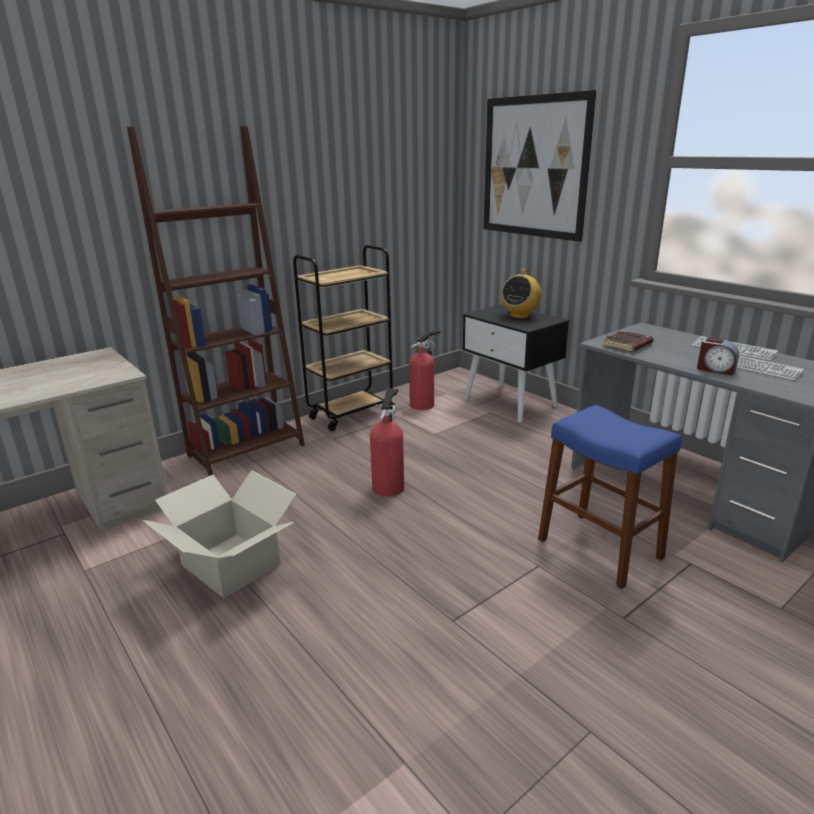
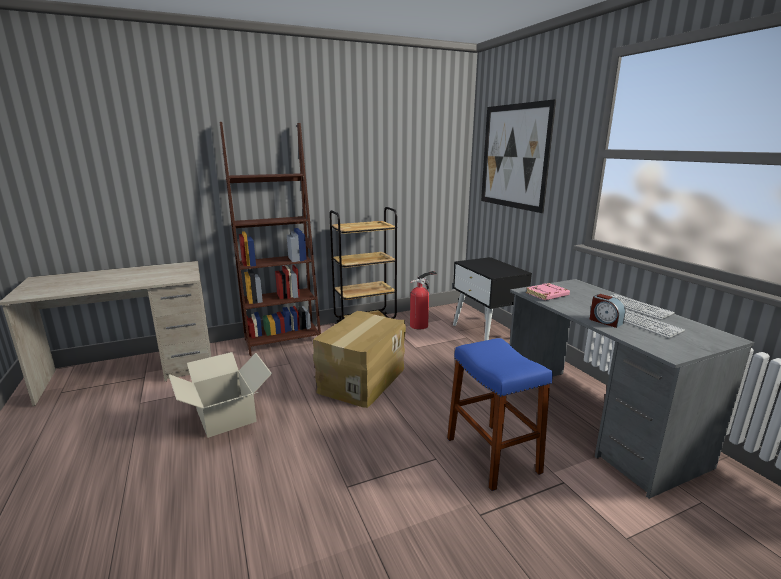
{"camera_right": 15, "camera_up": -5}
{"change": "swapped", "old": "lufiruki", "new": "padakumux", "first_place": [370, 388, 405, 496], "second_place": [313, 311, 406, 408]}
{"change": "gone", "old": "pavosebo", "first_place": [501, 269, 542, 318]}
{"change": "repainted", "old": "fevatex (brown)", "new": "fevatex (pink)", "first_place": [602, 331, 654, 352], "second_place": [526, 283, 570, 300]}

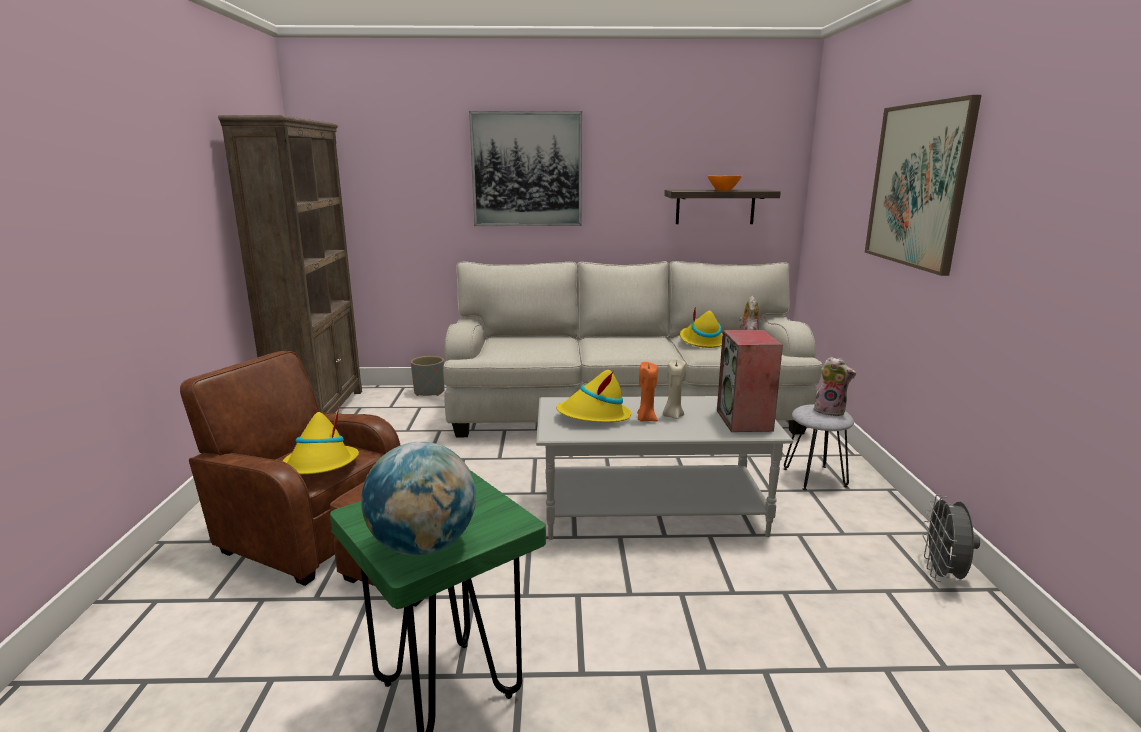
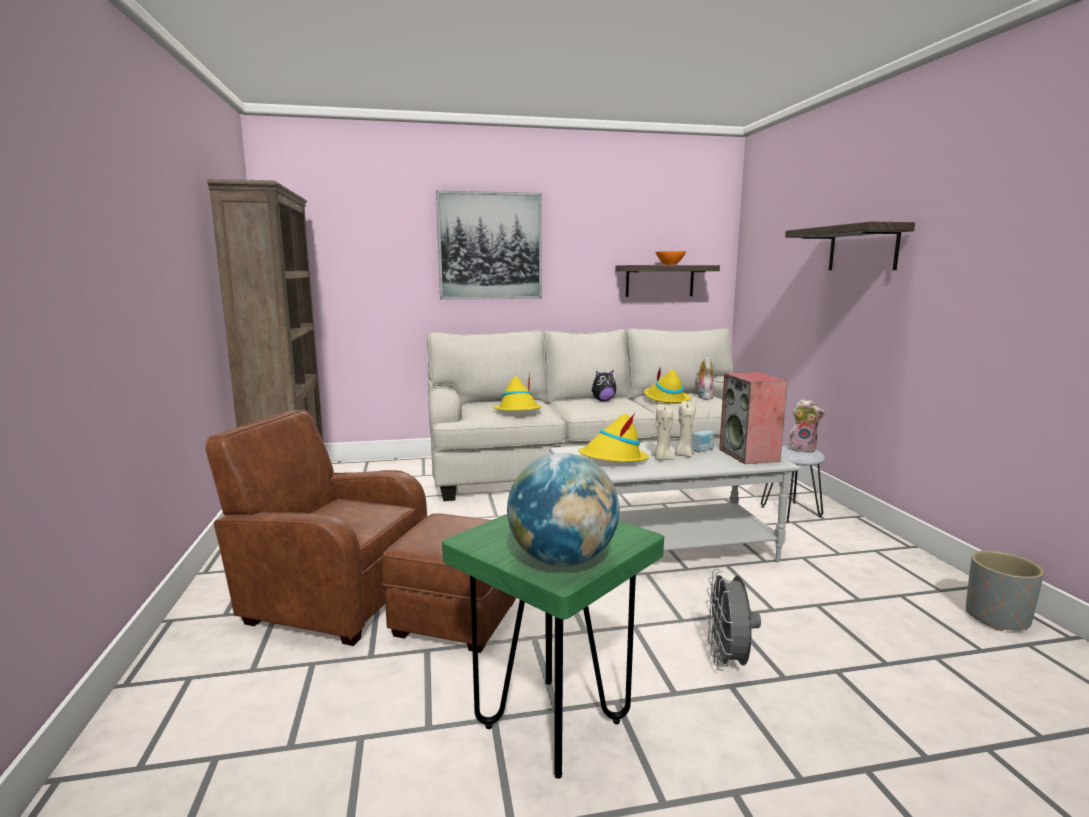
{"camera_right": -10, "camera_up": -5}
{"change": "shifted", "old": "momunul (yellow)", "first_place": [283, 407, 359, 474], "second_place": [493, 372, 542, 411]}
{"change": "shifted", "old": "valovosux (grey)", "first_place": [411, 356, 445, 396], "second_place": [966, 551, 1044, 631]}
{"change": "repainted", "old": "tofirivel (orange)", "new": "tofirivel (beige)", "first_place": [637, 362, 658, 422], "second_place": [651, 404, 675, 461]}
{"change": "swapped", "old": "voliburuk", "new": "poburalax", "first_place": [865, 95, 981, 276], "second_place": [785, 221, 915, 270]}
{"change": "shifted", "old": "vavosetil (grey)", "first_place": [922, 494, 980, 582], "second_place": [706, 569, 761, 671]}
{"change": "new", "new": "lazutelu", "second_place": [591, 370, 616, 401]}
{"change": "new", "new": "pavosebo", "second_place": [692, 411, 715, 452]}

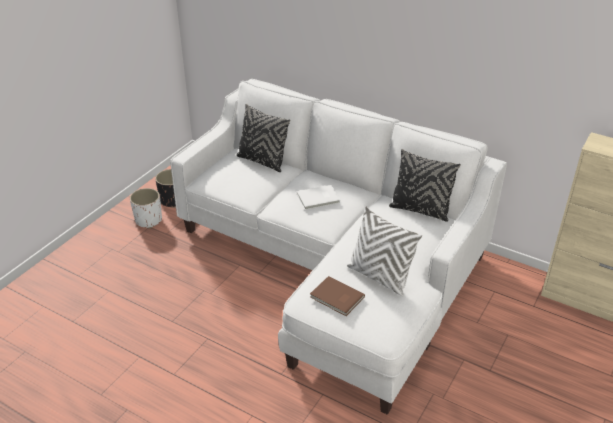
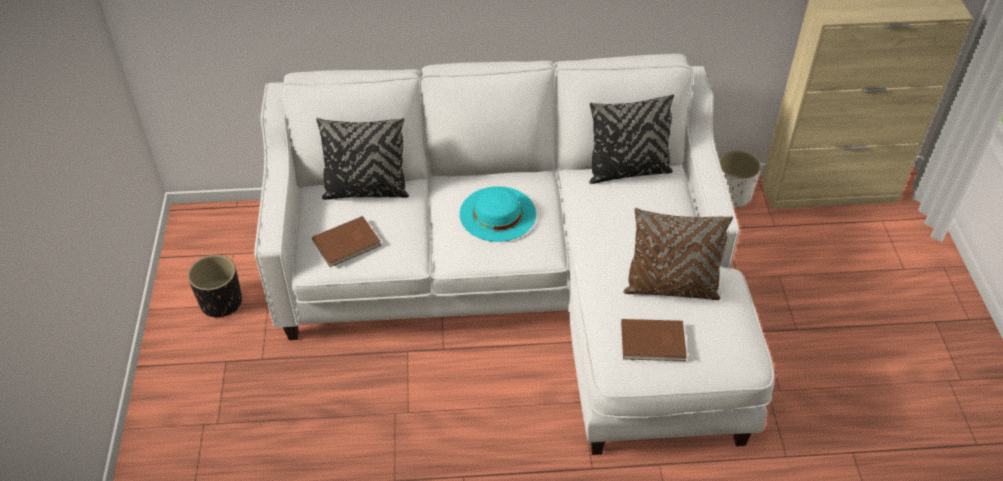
{"camera_right": -35, "camera_up": 10}
{"change": "shifted", "old": "valovosux (white)", "first_place": [130, 188, 162, 228], "second_place": [719, 150, 761, 207]}
{"change": "swapped", "old": "fevatex (white)", "new": "momunul (turquoise)", "first_place": [297, 185, 340, 210], "second_place": [460, 186, 536, 242]}
{"change": "repainted", "old": "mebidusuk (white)", "new": "mebidusuk (brown)", "first_place": [347, 206, 422, 296], "second_place": [623, 208, 733, 300]}
{"change": "new", "new": "fevatex (brown)", "second_place": [312, 216, 381, 267]}

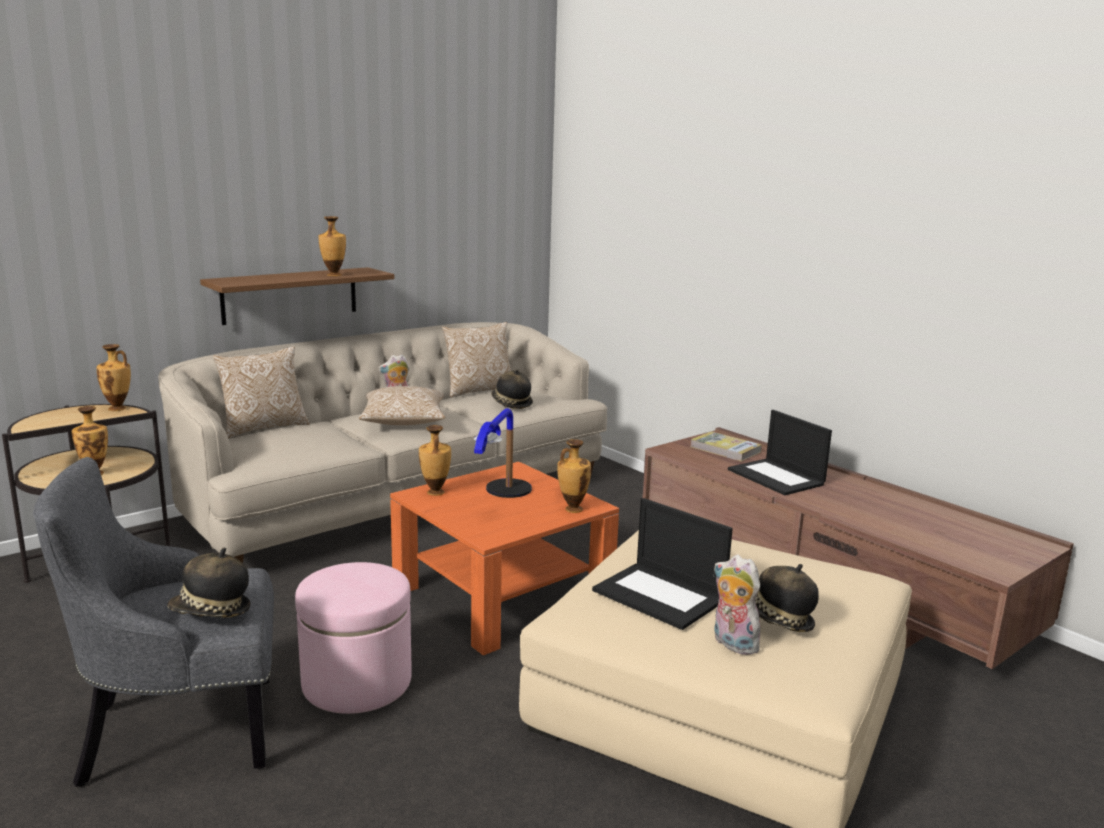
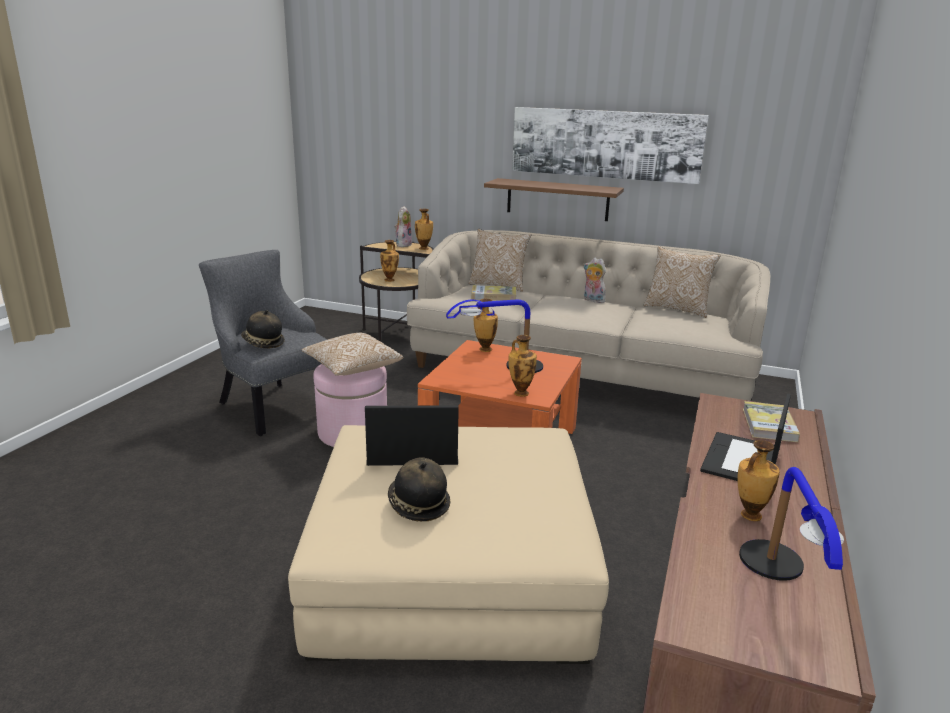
{"camera_right": 60, "camera_up": 5}
{"change": "shifted", "old": "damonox", "first_place": [318, 216, 346, 276], "second_place": [737, 440, 780, 521]}
{"change": "shifted", "old": "mebidusuk", "first_place": [359, 386, 446, 425], "second_place": [301, 333, 403, 376]}
{"change": "gone", "old": "momunul", "first_place": [491, 369, 533, 409]}
{"change": "rotated", "old": "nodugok", "first_place": [592, 498, 733, 630], "second_place": [365, 405, 459, 466], "degrees": 75}
{"change": "shifted", "old": "lazutelu", "first_place": [714, 554, 760, 655], "second_place": [395, 206, 412, 247]}
{"change": "new", "new": "fevatex", "second_place": [471, 285, 516, 300]}
{"change": "new", "new": "voliburuk", "second_place": [512, 107, 709, 184]}
{"change": "new", "new": "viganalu", "second_place": [739, 467, 844, 581]}

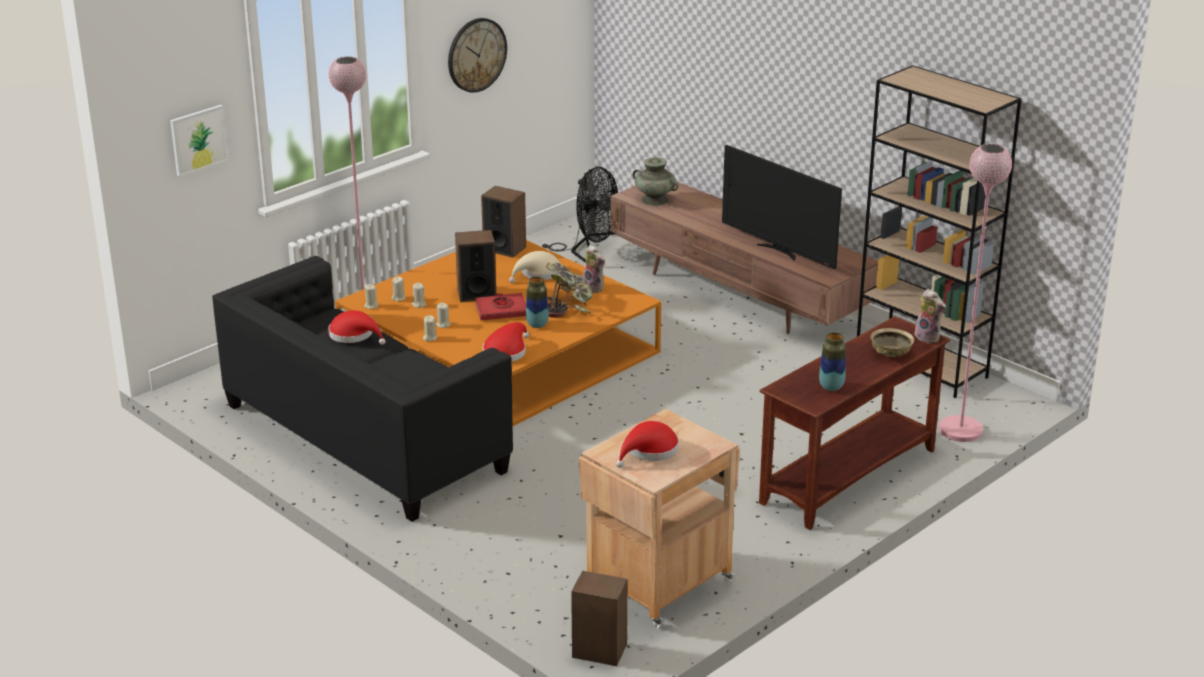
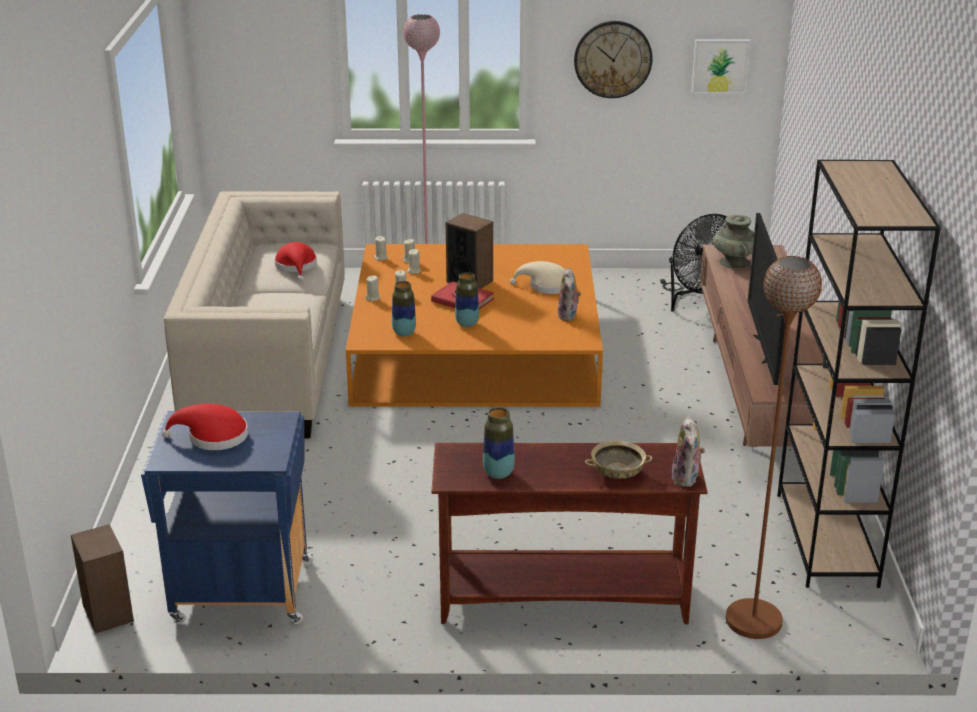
{"camera_right": 45, "camera_up": 0}
{"change": "shifted", "old": "voliburuk", "first_place": [170, 105, 229, 177], "second_place": [692, 40, 751, 94]}
{"change": "repainted", "old": "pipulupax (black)", "new": "pipulupax (beige)", "first_place": [212, 256, 513, 522], "second_place": [164, 191, 345, 438]}
{"change": "gone", "old": "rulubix", "first_place": [481, 186, 526, 258]}
{"change": "swapped", "old": "momunul (red)", "new": "damonox", "first_place": [483, 322, 529, 362], "second_place": [392, 281, 416, 336]}
{"change": "gone", "old": "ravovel", "first_place": [546, 263, 592, 318]}
{"change": "repainted", "old": "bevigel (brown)", "new": "bevigel (blue)", "first_place": [579, 408, 740, 628], "second_place": [141, 411, 313, 624]}
{"change": "repainted", "old": "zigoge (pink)", "new": "zigoge (brown)", "first_place": [939, 144, 1012, 442], "second_place": [726, 256, 822, 639]}

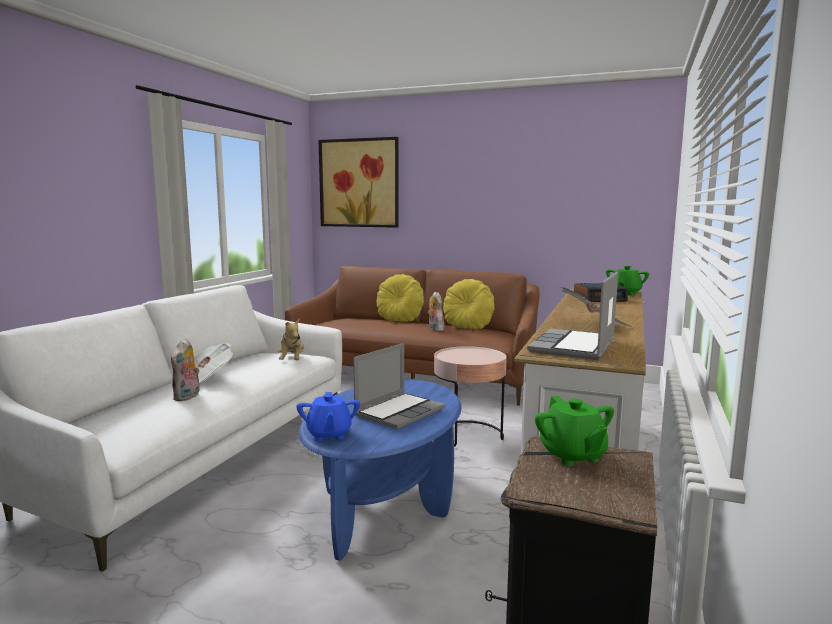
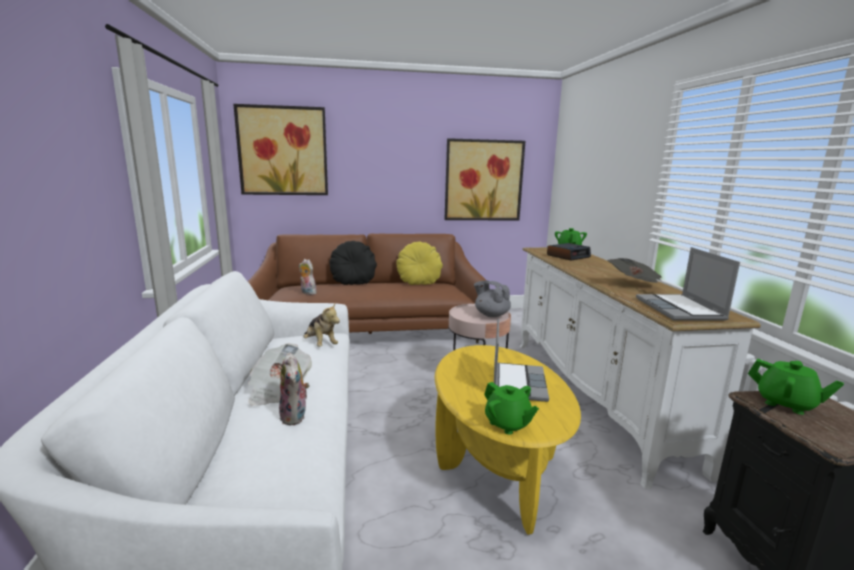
{"camera_right": -30, "camera_up": 5}
{"change": "repainted", "old": "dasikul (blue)", "new": "dasikul (green)", "first_place": [296, 392, 360, 441], "second_place": [484, 382, 539, 435]}
{"change": "repainted", "old": "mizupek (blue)", "new": "mizupek (yellow)", "first_place": [299, 380, 462, 561], "second_place": [435, 345, 581, 535]}
{"change": "repainted", "old": "mebidusuk (yellow)", "new": "mebidusuk (black)", "first_place": [377, 274, 424, 322], "second_place": [329, 241, 377, 285]}
{"change": "shifted", "old": "lazutelu", "first_place": [428, 292, 445, 331], "second_place": [299, 259, 317, 295]}
{"change": "new", "new": "voliburuk", "second_place": [444, 138, 525, 220]}
{"change": "new", "new": "dasikul (grey)", "second_place": [474, 280, 511, 317]}

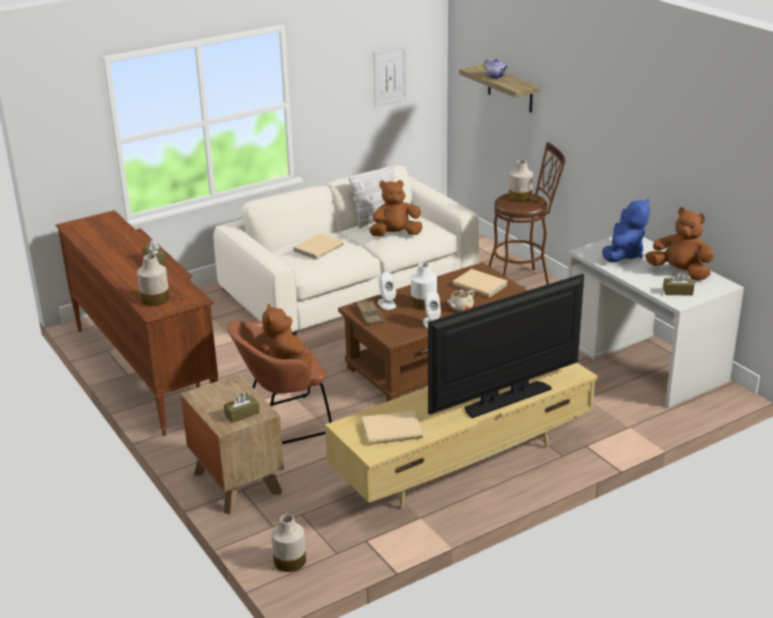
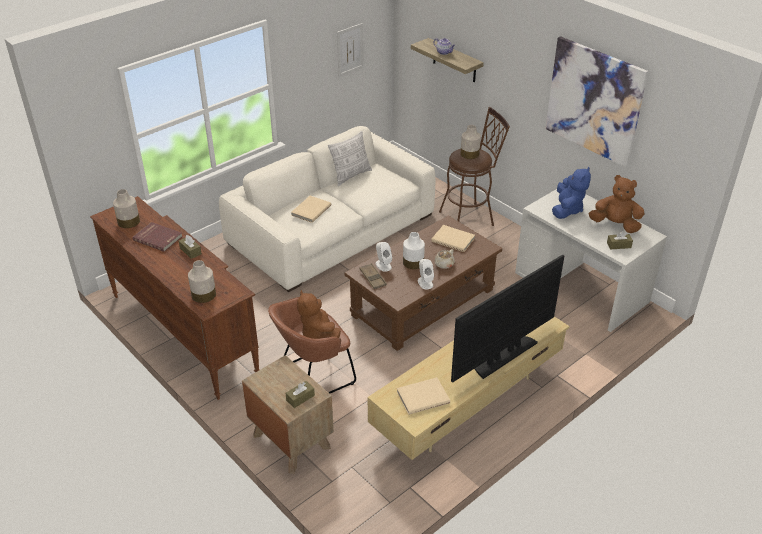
{"camera_right": -10, "camera_up": 10}
{"change": "shifted", "old": "damonox (beige)", "first_place": [271, 514, 306, 572], "second_place": [113, 189, 140, 228]}
{"change": "gone", "old": "lazutelu (brown)", "first_place": [369, 180, 423, 236]}
{"change": "new", "new": "fevatex (red)", "second_place": [132, 222, 183, 252]}
{"change": "new", "new": "voliburuk", "second_place": [545, 36, 648, 167]}

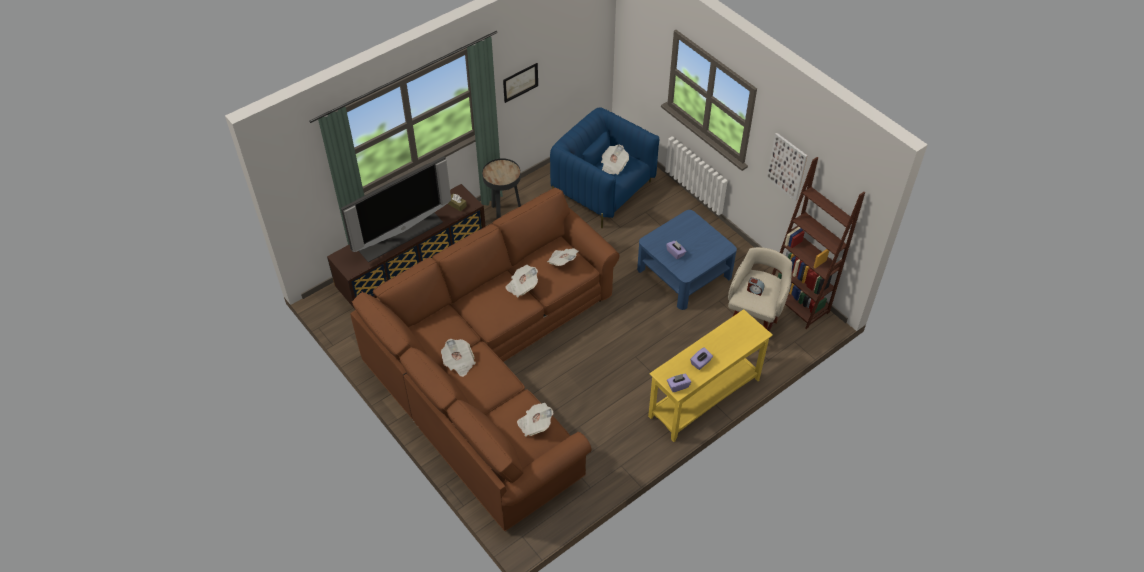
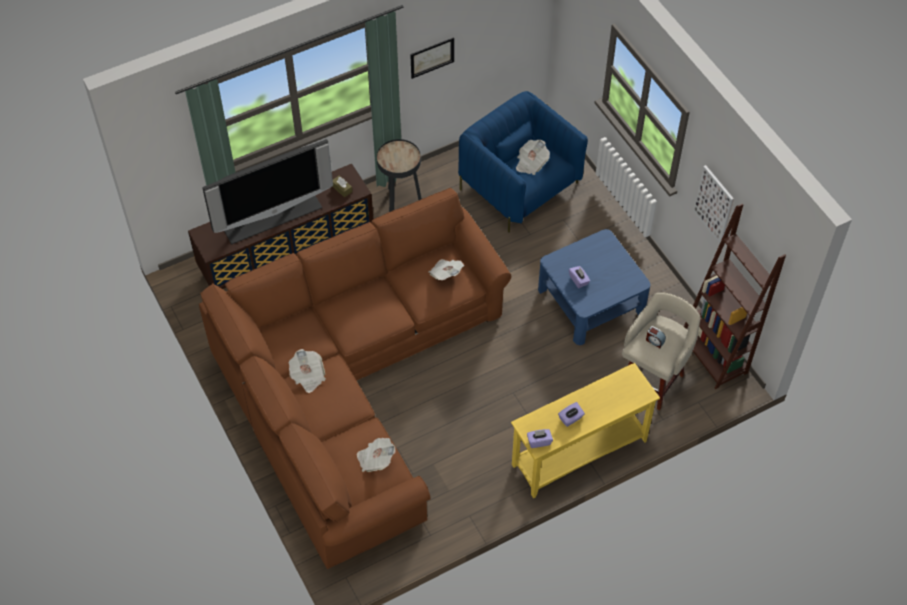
{"camera_right": 10, "camera_up": 5}
{"change": "gone", "old": "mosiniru", "first_place": [506, 265, 538, 297]}

